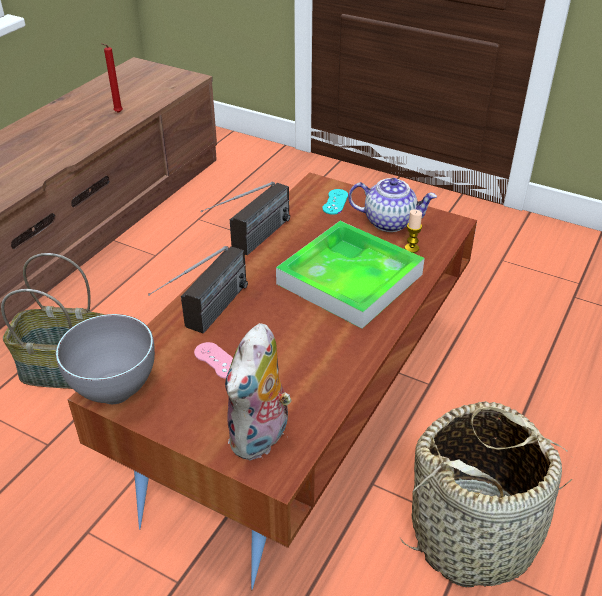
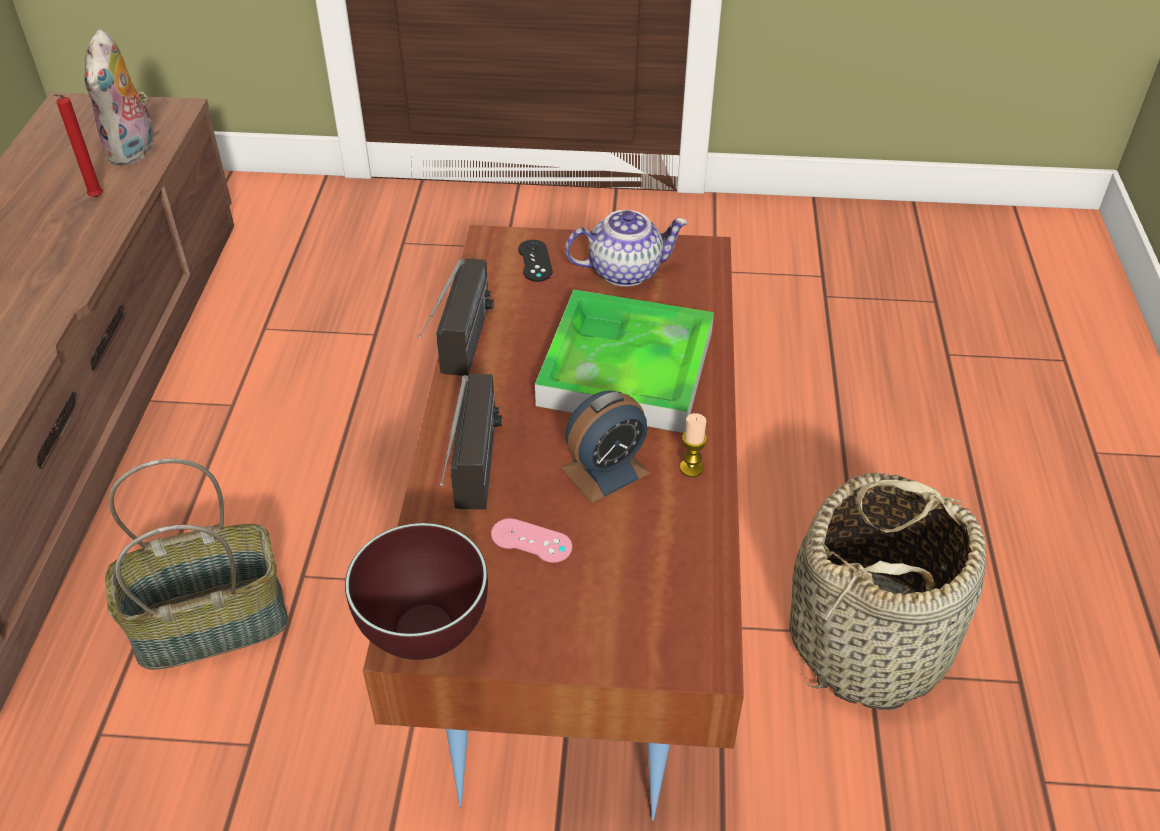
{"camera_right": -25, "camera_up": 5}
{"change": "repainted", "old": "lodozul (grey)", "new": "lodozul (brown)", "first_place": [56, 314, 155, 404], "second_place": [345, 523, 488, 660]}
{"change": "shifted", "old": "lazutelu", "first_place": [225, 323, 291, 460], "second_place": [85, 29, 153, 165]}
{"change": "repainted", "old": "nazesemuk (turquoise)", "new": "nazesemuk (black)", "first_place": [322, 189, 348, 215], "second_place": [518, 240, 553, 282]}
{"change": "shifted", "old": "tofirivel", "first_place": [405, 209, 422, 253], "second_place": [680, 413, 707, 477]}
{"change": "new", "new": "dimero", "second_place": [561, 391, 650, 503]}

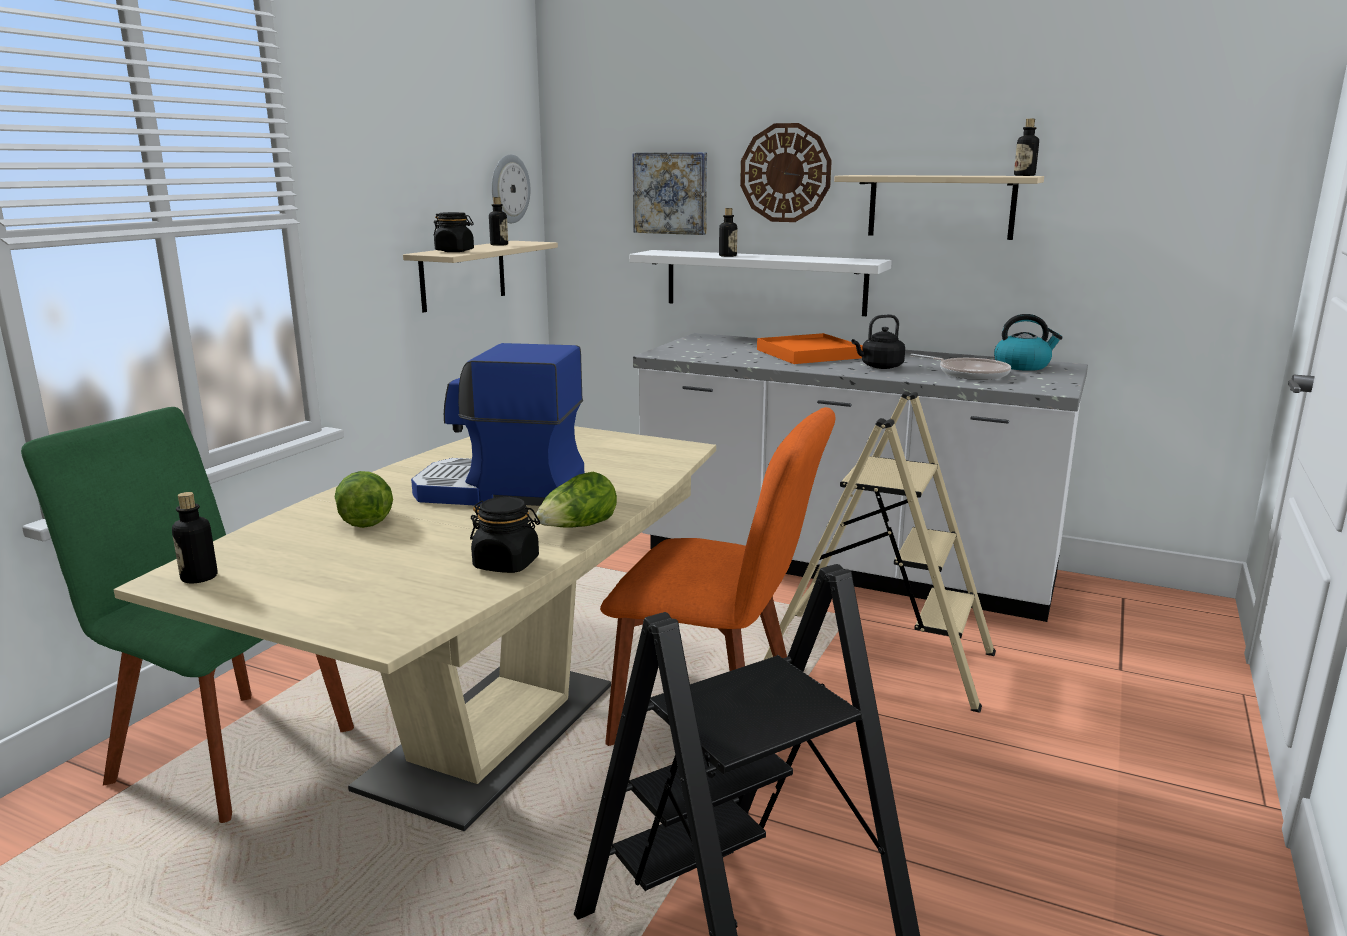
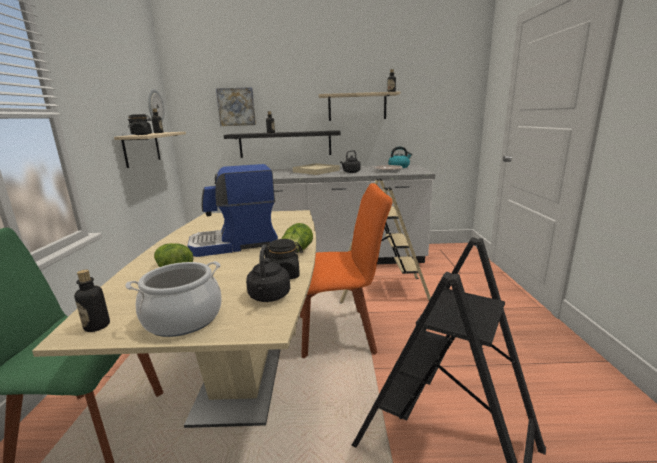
{"camera_right": -25, "camera_up": 0}
{"change": "repainted", "old": "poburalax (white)", "new": "poburalax (black)", "first_place": [629, 250, 892, 316], "second_place": [224, 130, 340, 158]}
{"change": "gone", "old": "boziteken", "first_place": [740, 123, 832, 222]}
{"change": "repainted", "old": "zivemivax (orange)", "new": "zivemivax (beige)", "first_place": [757, 333, 863, 364], "second_place": [293, 163, 340, 175]}
{"change": "new", "new": "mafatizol", "second_place": [125, 261, 222, 337]}
{"change": "new", "new": "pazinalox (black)", "second_place": [246, 245, 290, 302]}

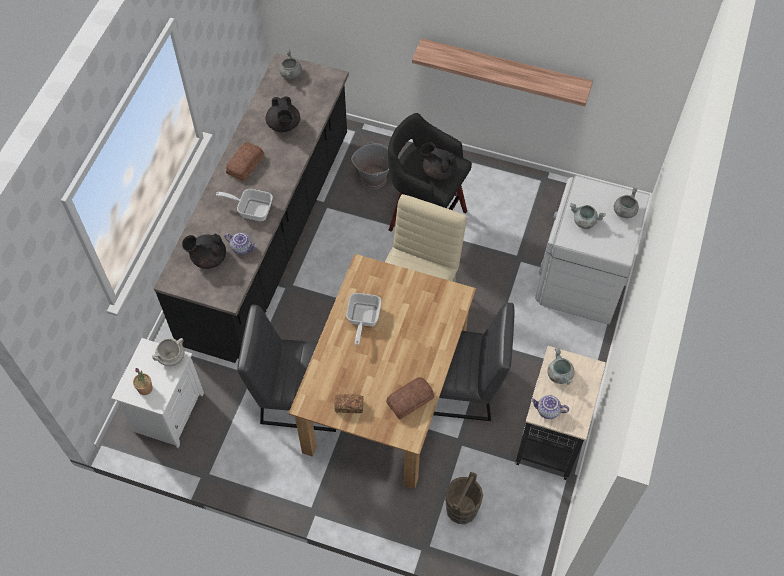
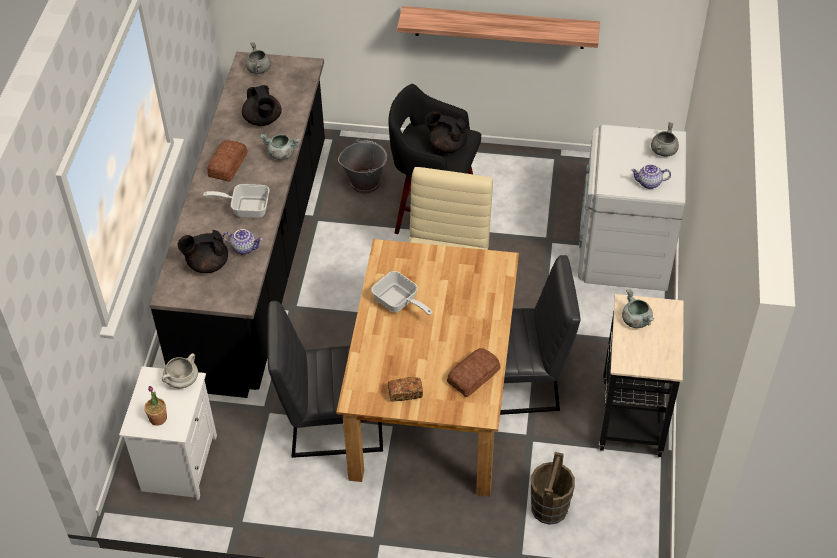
{"camera_right": -10, "camera_up": -10}
{"change": "rotated", "old": "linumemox", "first_place": [346, 293, 381, 345], "second_place": [371, 271, 432, 315], "degrees": -45}
{"change": "shifted", "old": "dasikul", "first_place": [531, 395, 569, 419], "second_place": [631, 164, 671, 189]}
{"change": "shifted", "old": "mafatizol (grey)", "first_place": [570, 203, 606, 229], "second_place": [260, 134, 300, 160]}

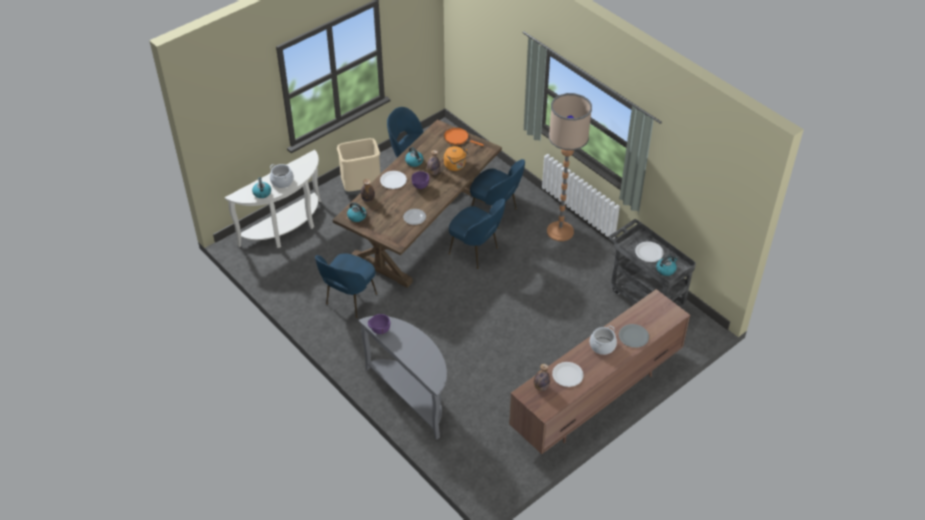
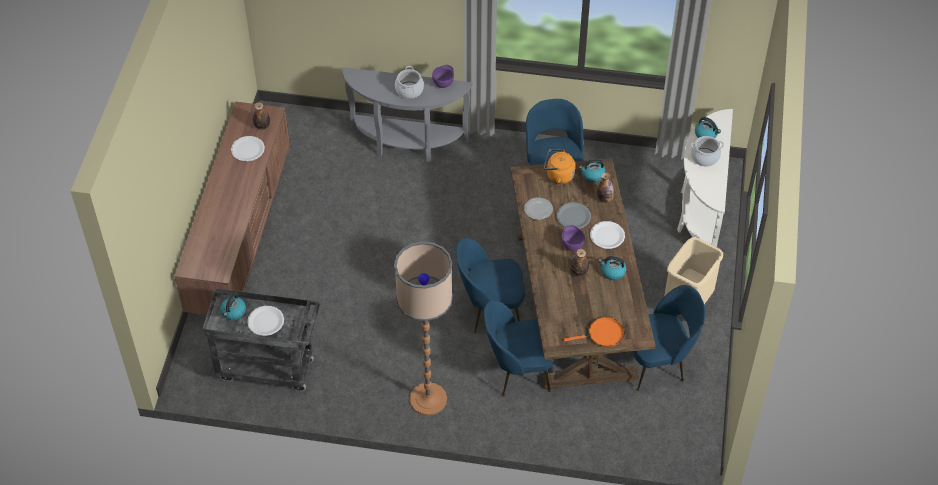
{"camera_right": 140, "camera_up": 5}
{"change": "shifted", "old": "pazinalox (orange)", "first_place": [444, 146, 469, 171], "second_place": [544, 149, 575, 184]}
{"change": "shifted", "old": "mafatizol", "first_place": [590, 326, 617, 355], "second_place": [395, 66, 424, 99]}
{"change": "shifted", "old": "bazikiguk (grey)", "first_place": [619, 324, 649, 348], "second_place": [556, 202, 591, 229]}

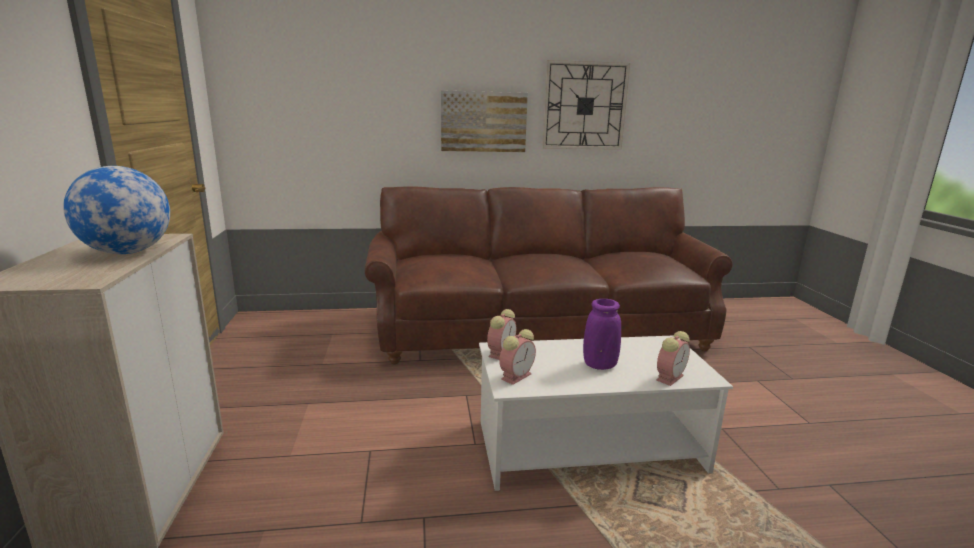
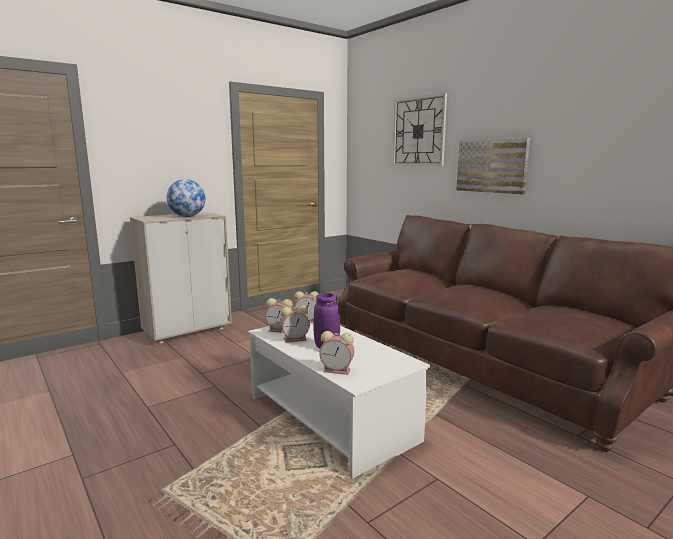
{"camera_right": 60, "camera_up": -5}
{"change": "shifted", "old": "boziteken", "first_place": [542, 60, 630, 150], "second_place": [393, 93, 447, 166]}
{"change": "new", "new": "dimero", "second_place": [280, 306, 310, 343]}

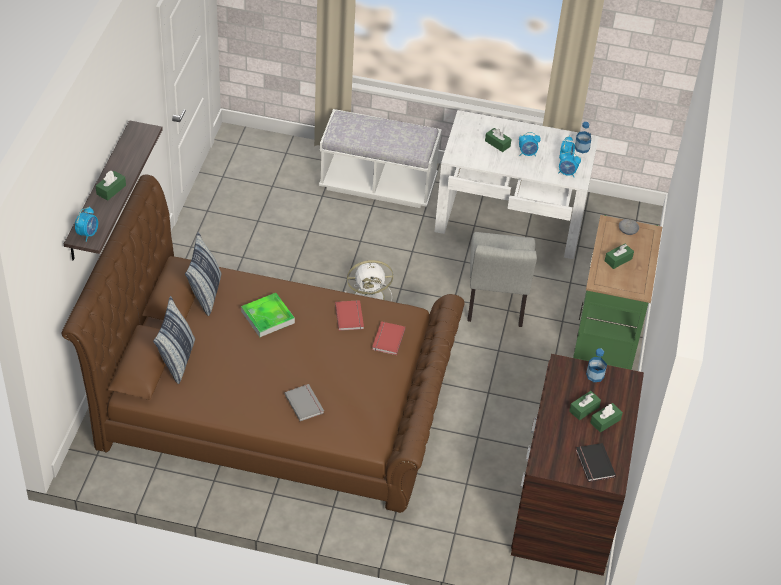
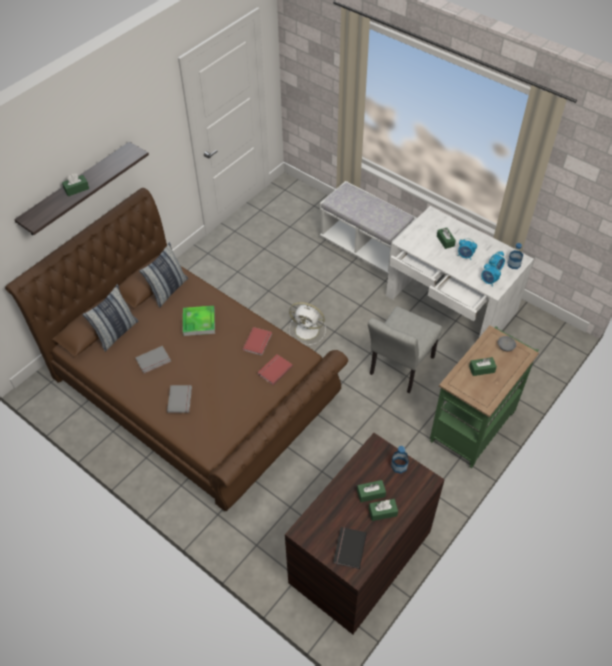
{"camera_right": 30, "camera_up": 5}
{"change": "gone", "old": "dimero", "first_place": [75, 206, 98, 242]}
{"change": "new", "new": "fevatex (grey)", "second_place": [135, 346, 171, 374]}

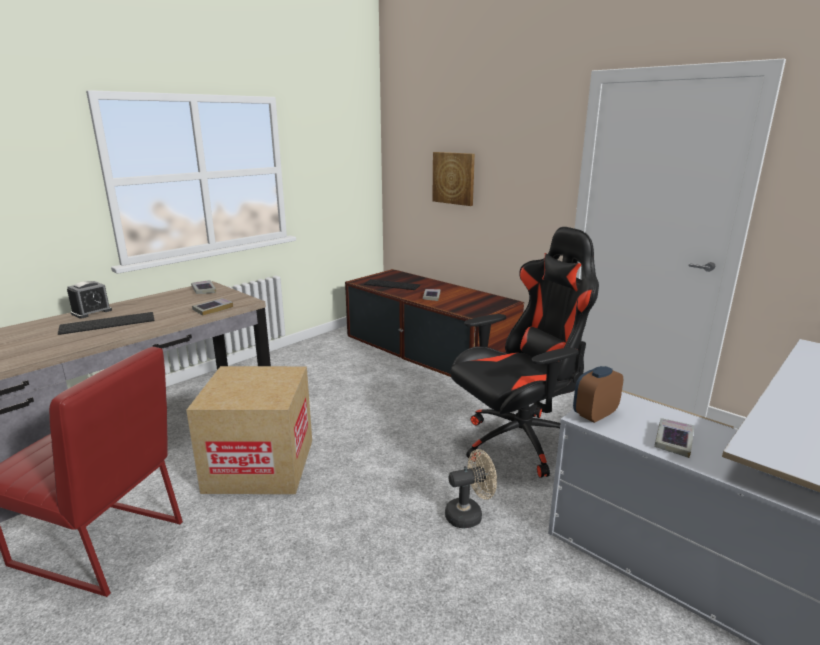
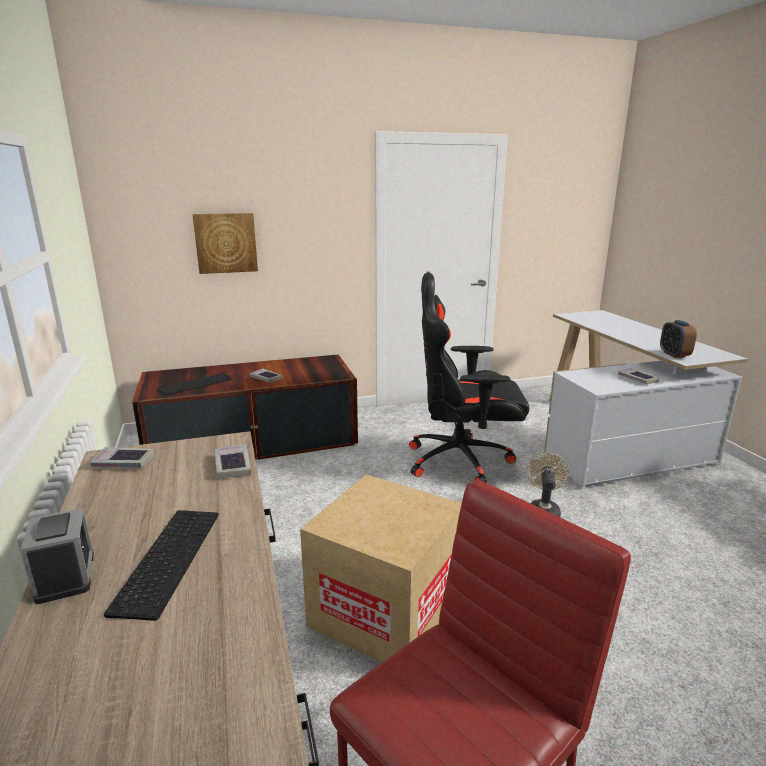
{"camera_right": -60, "camera_up": 0}
{"change": "rotated", "old": "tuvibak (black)", "first_place": [450, 227, 599, 478], "second_place": [409, 271, 529, 483], "degrees": -90}
{"change": "shifted", "old": "dimero", "first_place": [573, 366, 623, 423], "second_place": [660, 320, 697, 358]}

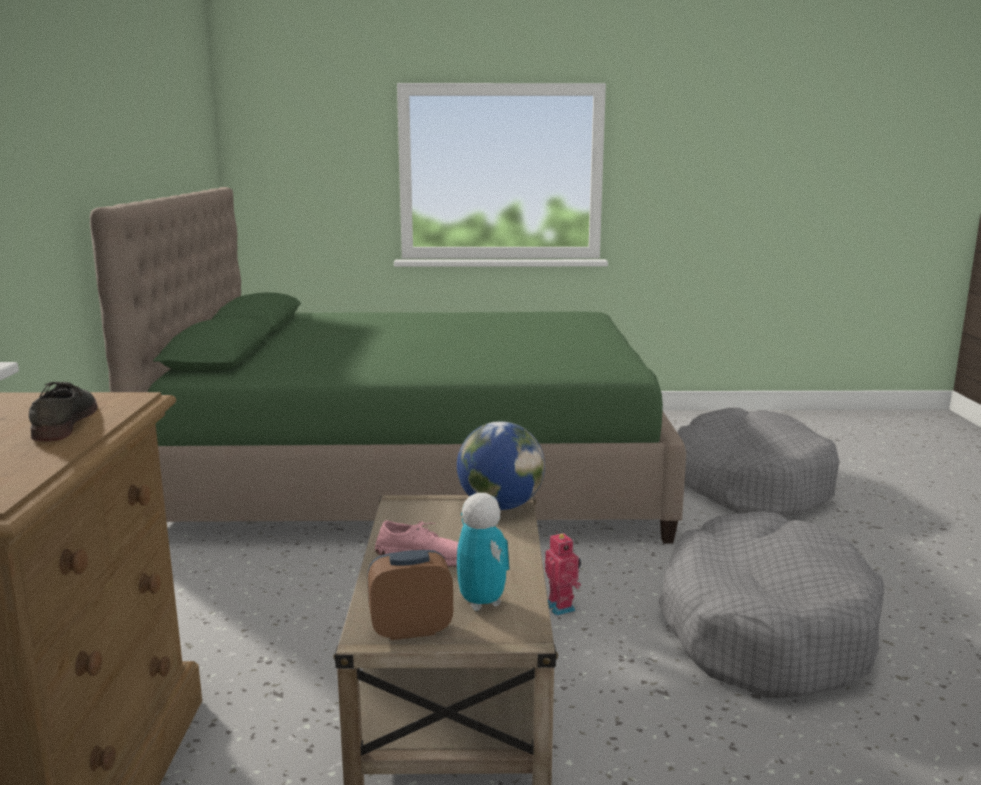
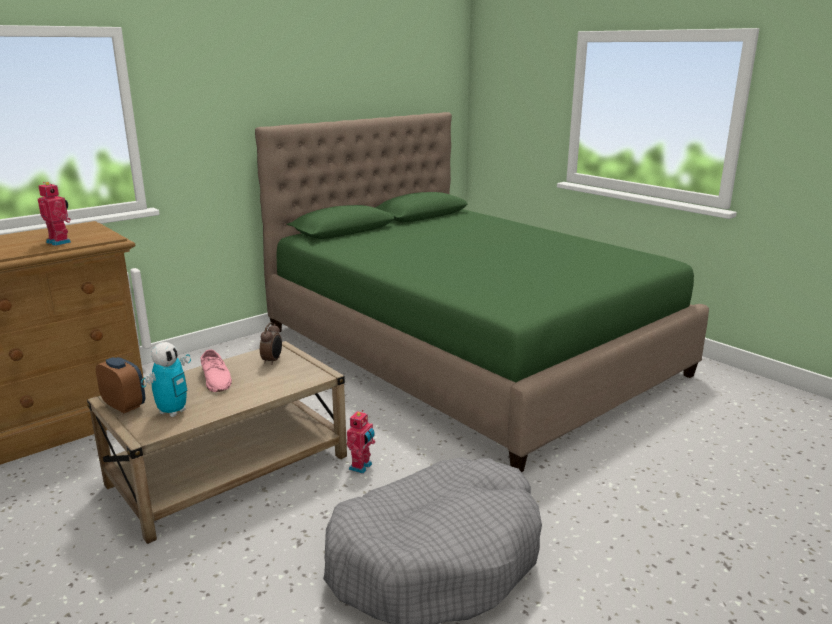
{"camera_right": 50, "camera_up": 5}
{"change": "swapped", "old": "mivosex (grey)", "new": "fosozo", "first_place": [29, 382, 97, 442], "second_place": [38, 182, 71, 246]}
{"change": "gone", "old": "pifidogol", "first_place": [457, 421, 545, 510]}
{"change": "gone", "old": "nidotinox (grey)", "first_place": [677, 407, 839, 517]}
{"change": "new", "new": "dimero", "second_place": [260, 322, 282, 365]}

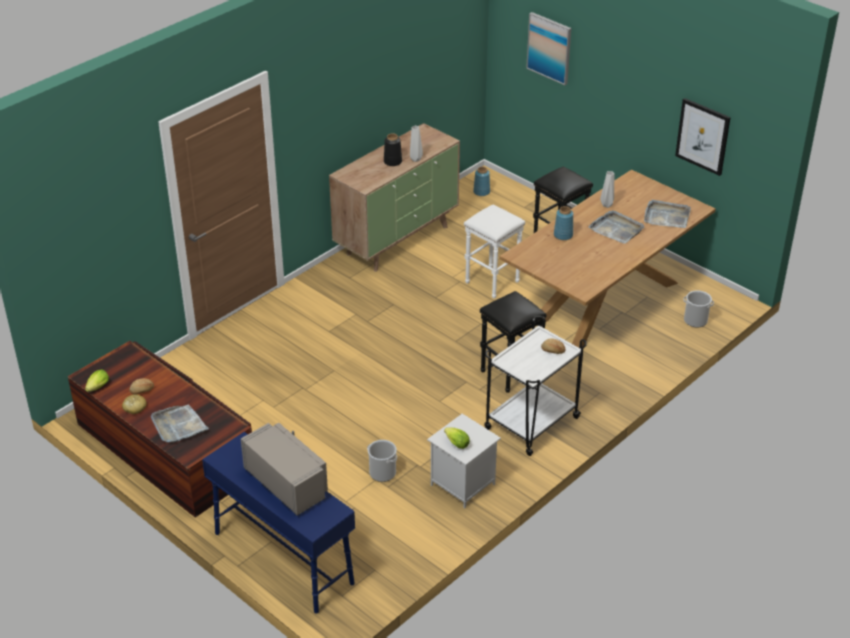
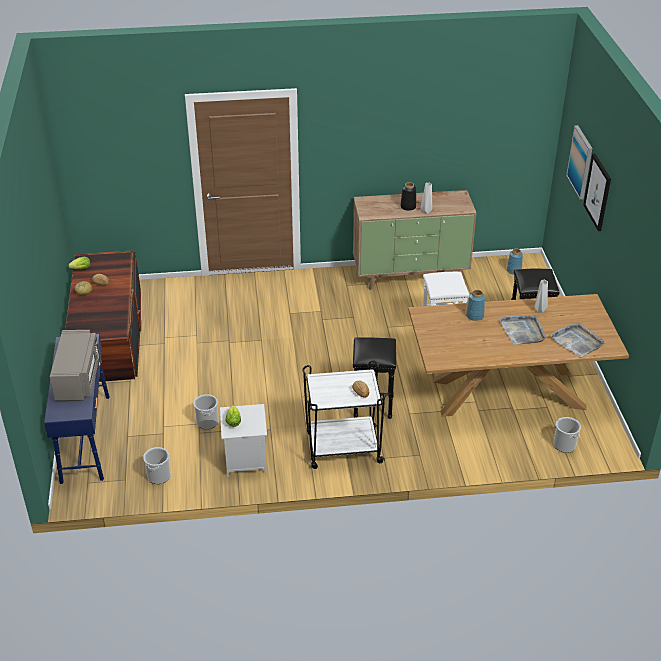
{"camera_right": 40, "camera_up": 0}
{"change": "gone", "old": "zivemivax (grey)", "first_place": [151, 404, 209, 443]}
{"change": "shifted", "old": "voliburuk", "first_place": [675, 98, 731, 176], "second_place": [583, 154, 611, 231]}
{"change": "new", "new": "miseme", "second_place": [143, 447, 171, 484]}

